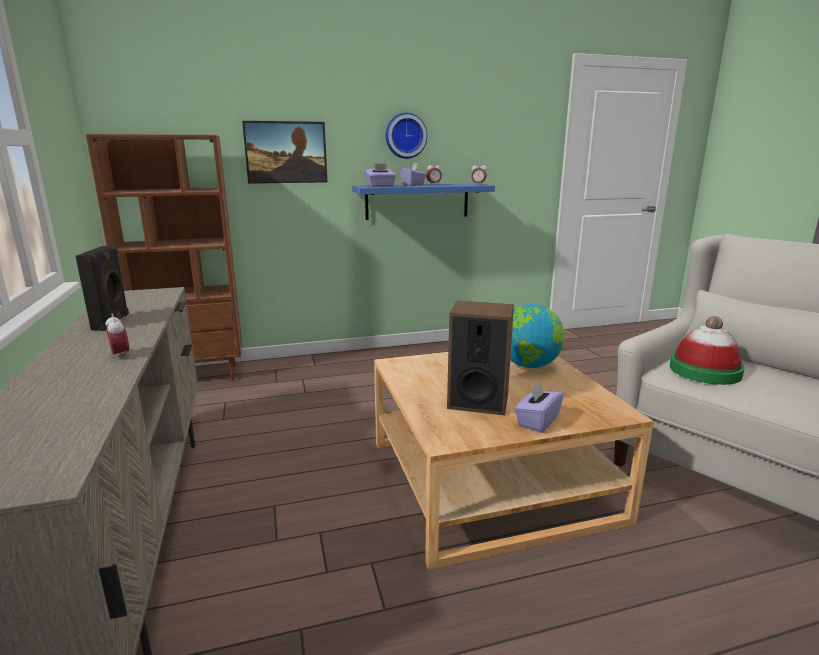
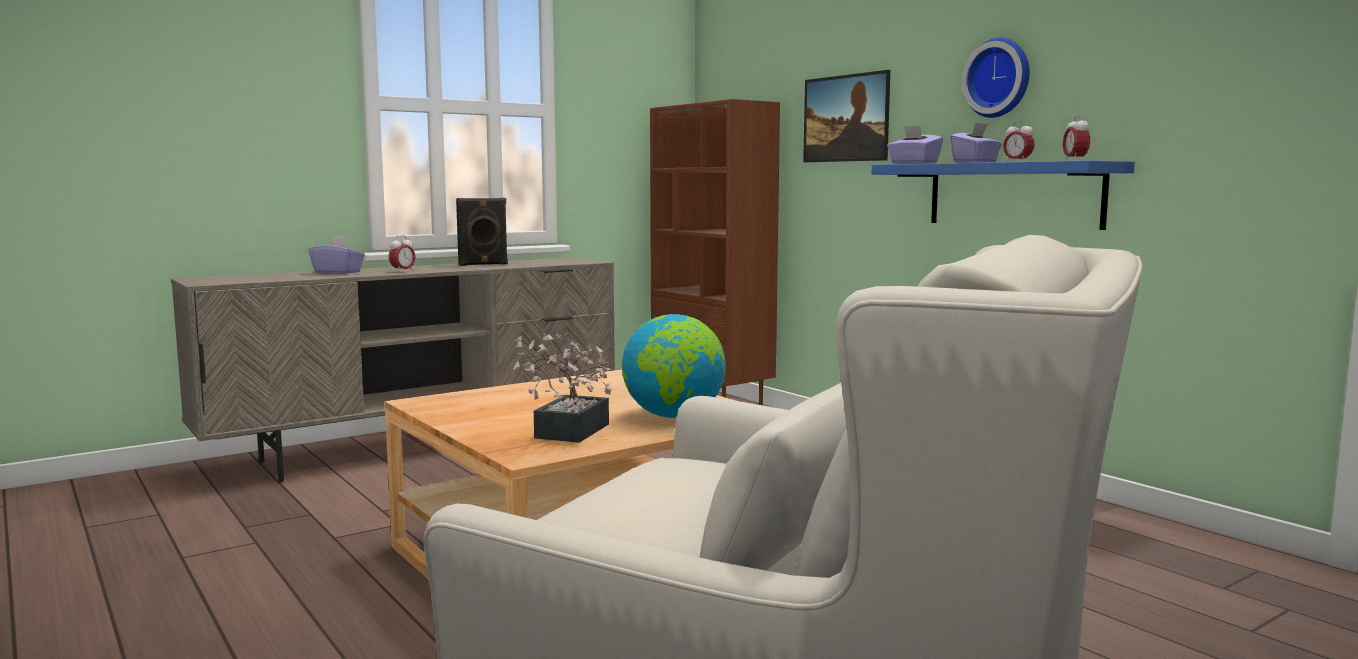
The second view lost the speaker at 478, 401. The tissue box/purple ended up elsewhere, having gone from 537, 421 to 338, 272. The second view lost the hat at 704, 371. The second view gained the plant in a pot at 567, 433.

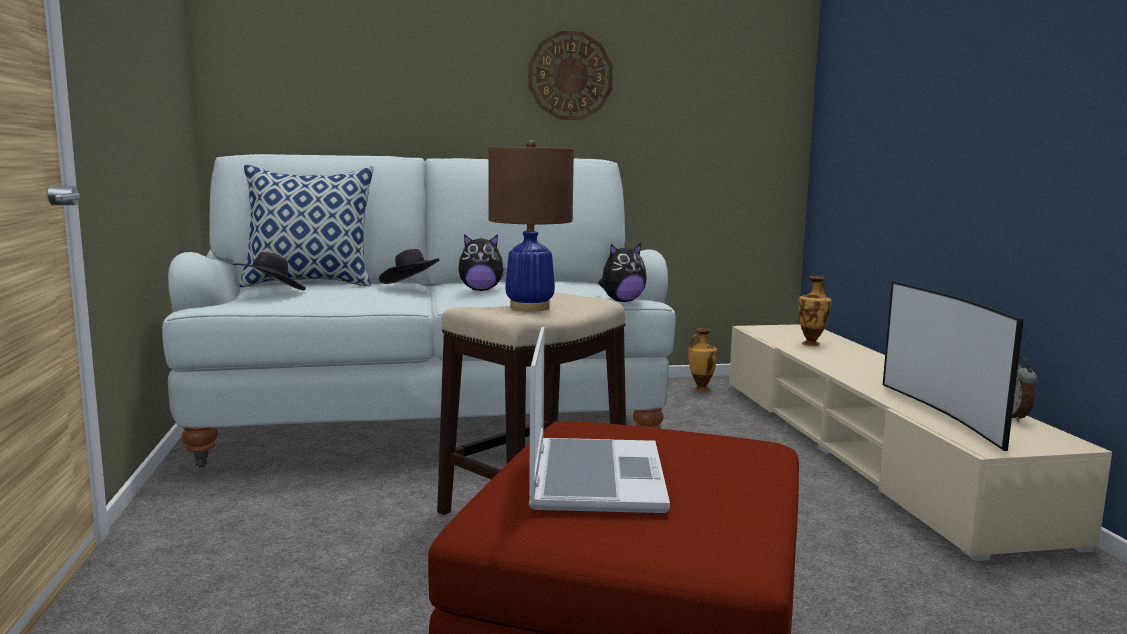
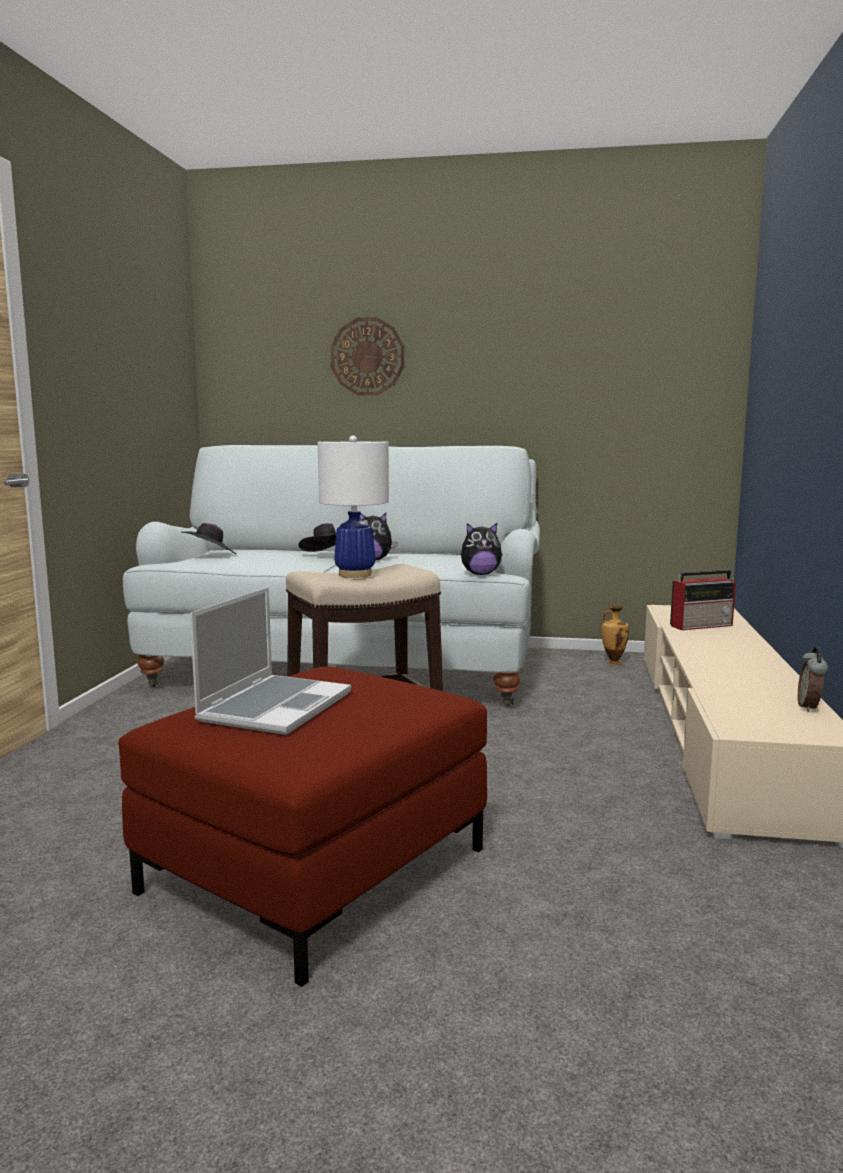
The second view lost the throw pillow at 310, 283. What was the tabletop lamp/brown-coloured at 530, 307 turned into the tabletop lamp/whitish at 355, 574. The clock on the wall ended up elsewhere, having gone from 570, 76 to 367, 356. Where the vase stood at 811, 344, the radio set came to stand at 702, 625. The second view lost the television at 945, 413.

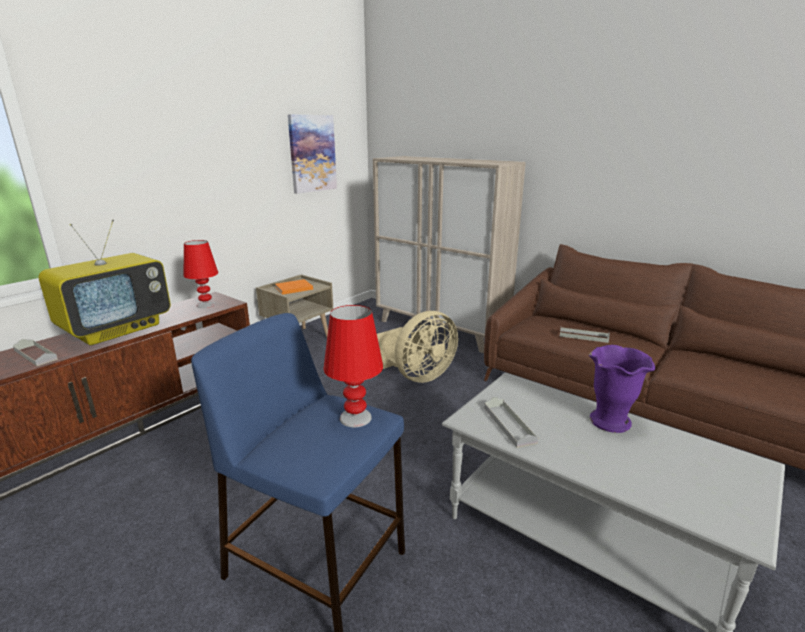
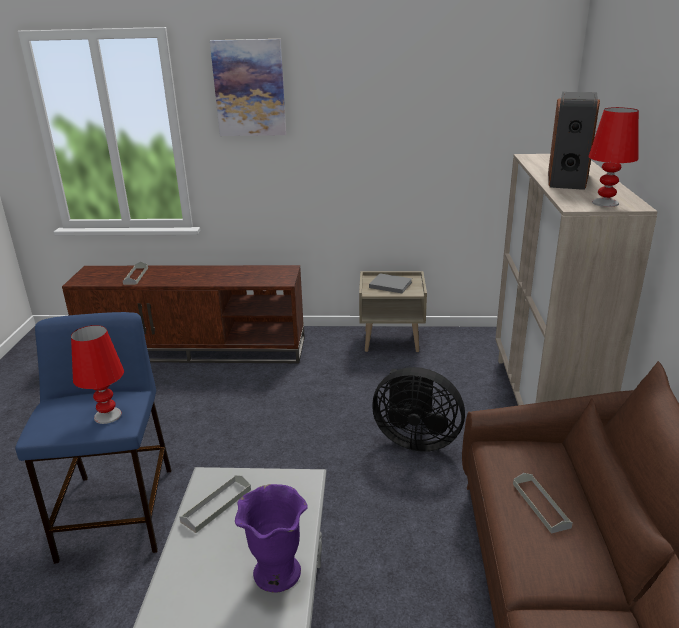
The second view lost the television at 117, 329. The tabletop lamp/red-coloured ended up elsewhere, having gone from 205, 305 to 605, 203. What was the volume/orange-coloured at 292, 288 turned into the volume/grey at 389, 284. The wall picture ended up elsewhere, having gone from 312, 153 to 249, 88. What was the electric fan/sand-coloured at 418, 376 turned into the electric fan/black-coloured at 415, 439. The second view gained the speaker at 567, 180.

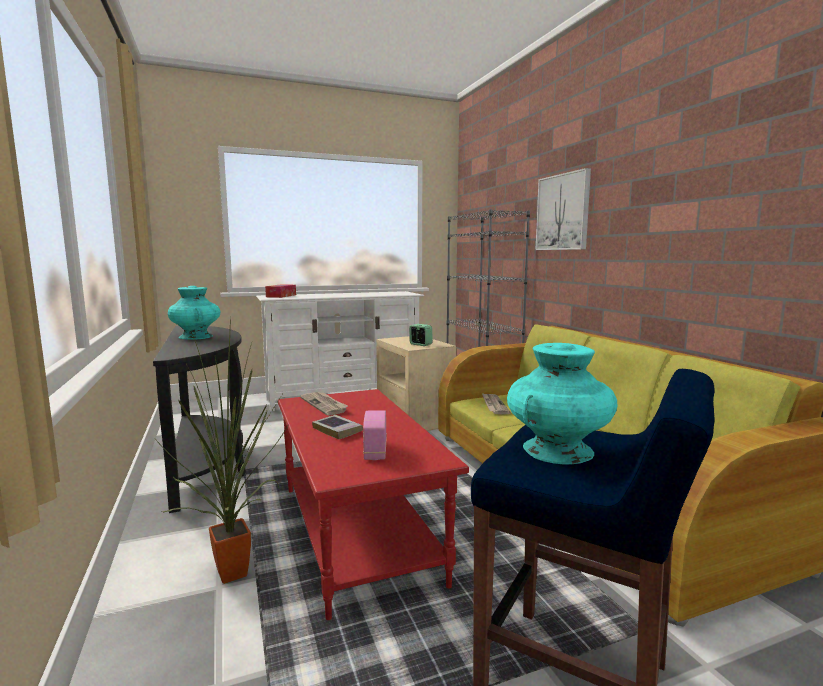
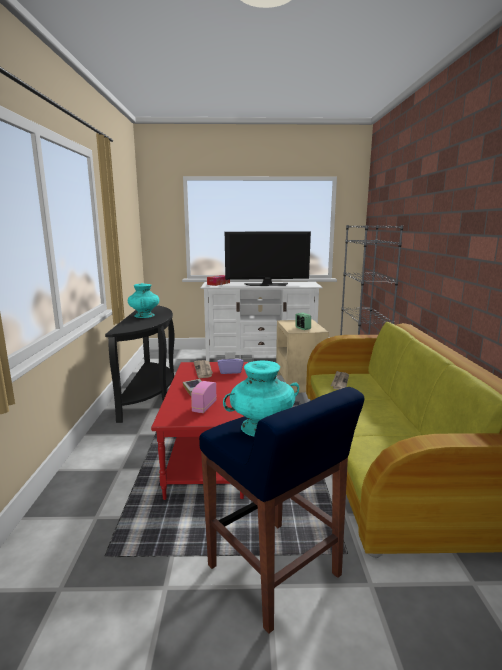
The second view lost the plant in a pot at 239, 572. The second view lost the wall picture at 563, 212. The second view gained the tissue box/purple at 230, 371. The second view gained the television at 267, 284.

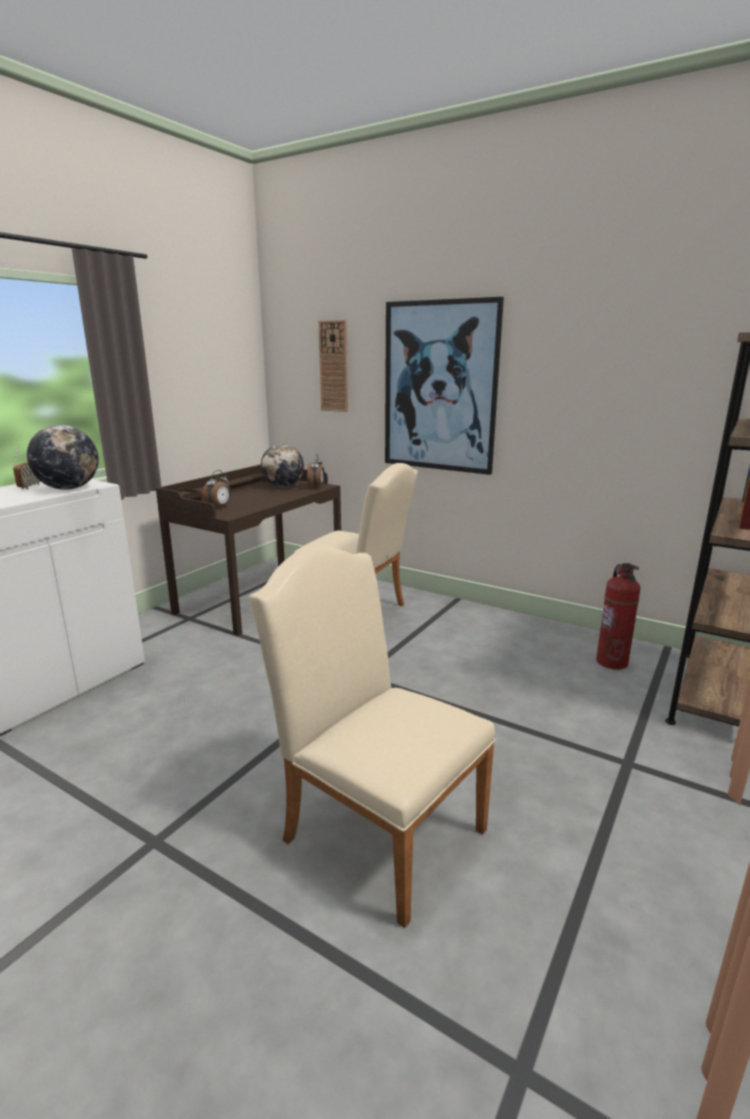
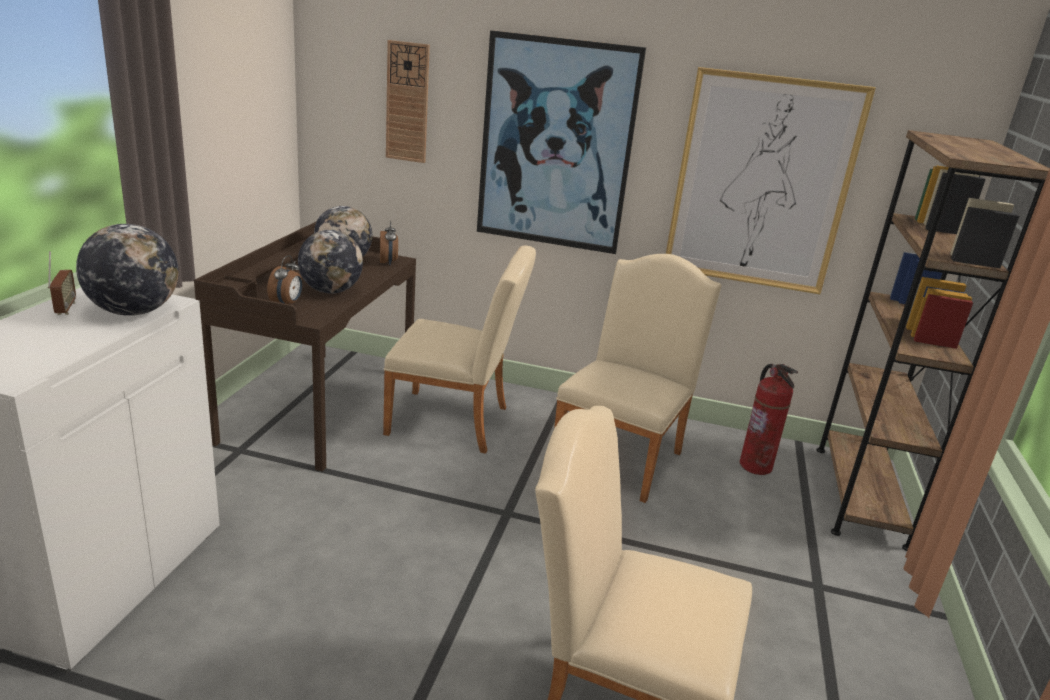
The second view gained the globe at 331, 291. The second view gained the chair/sand-coloured at 622, 455. The second view gained the wall picture at 761, 183.

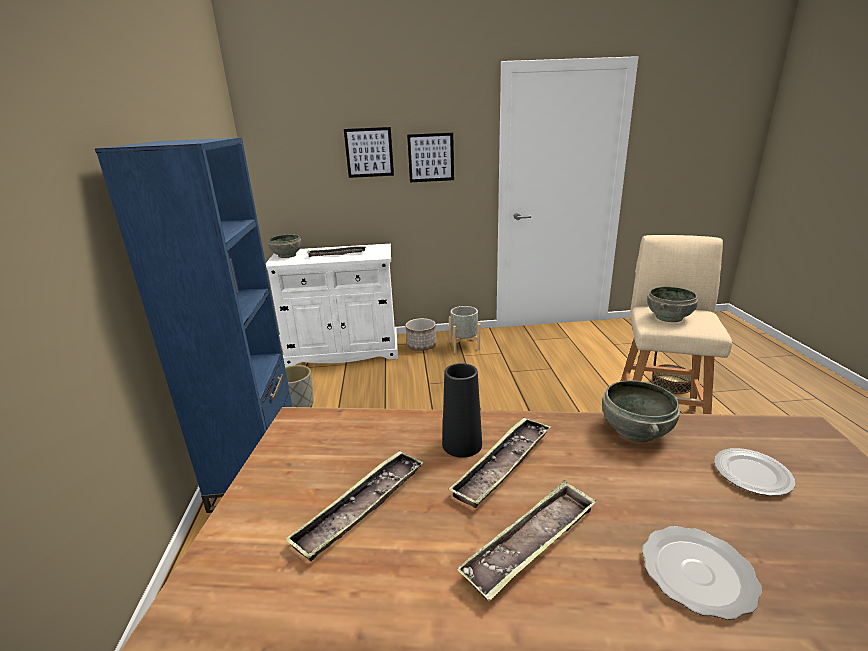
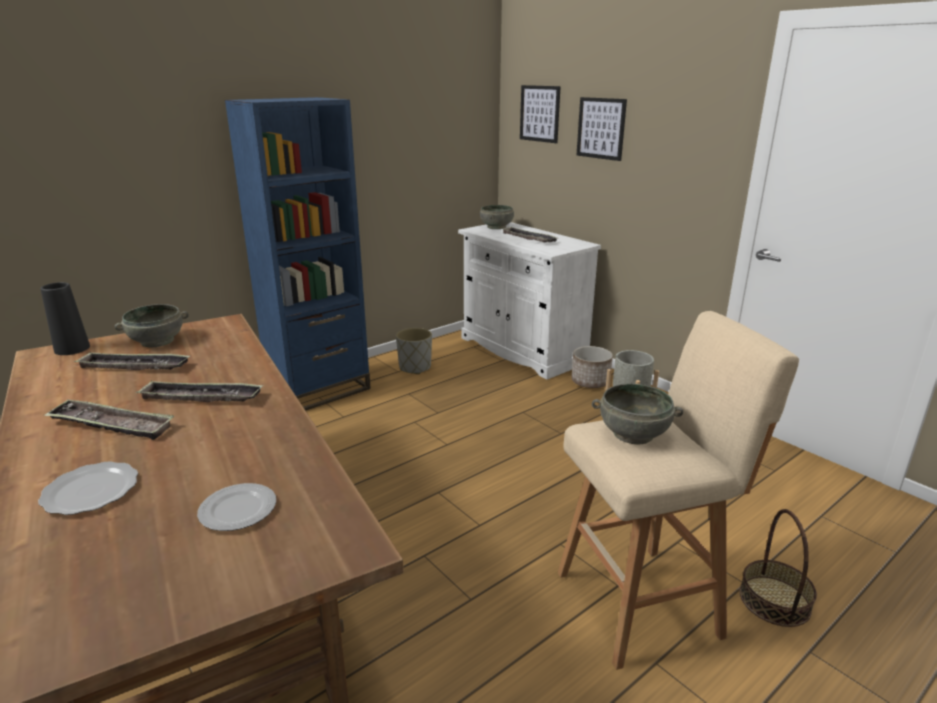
The wall picture ended up elsewhere, having gone from 431, 157 to 539, 113. The vase/black-coloured ended up elsewhere, having gone from 462, 444 to 72, 349. The serving bowl/grey ended up elsewhere, having gone from 634, 430 to 157, 341.

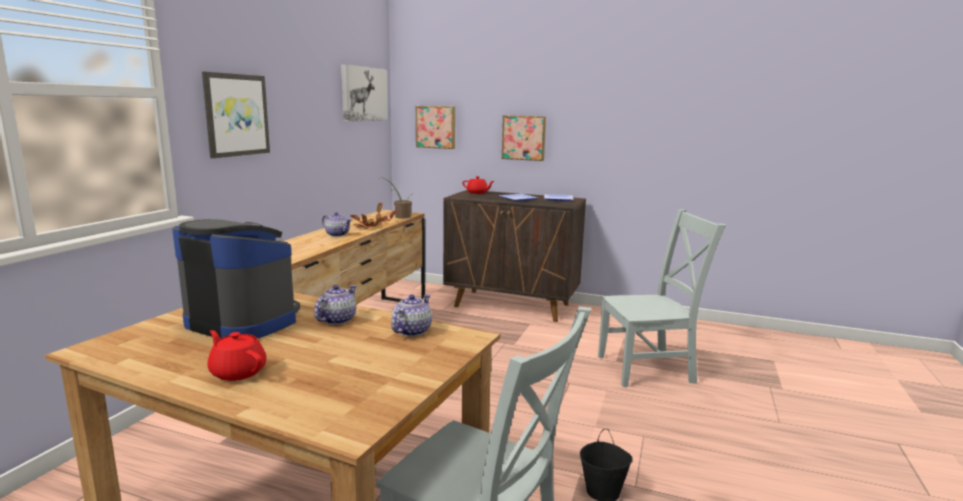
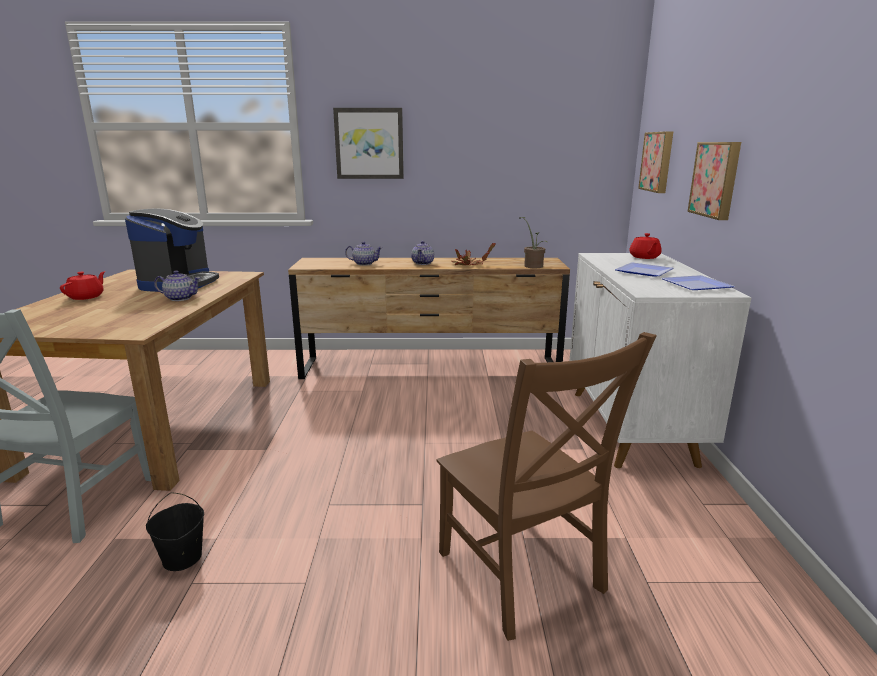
The second view lost the wall picture at 363, 94. The pot for tea ended up elsewhere, having gone from 411, 331 to 364, 264. What was the cupboard/brown-coloured at 512, 305 turned into the cupboard/whitish at 631, 427. What was the chair/grey at 649, 369 turned into the chair/brown-coloured at 523, 576.

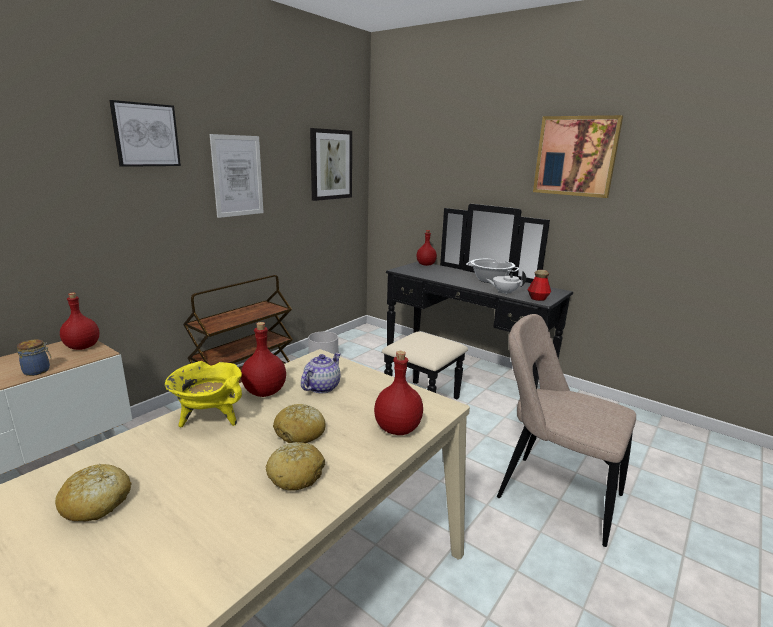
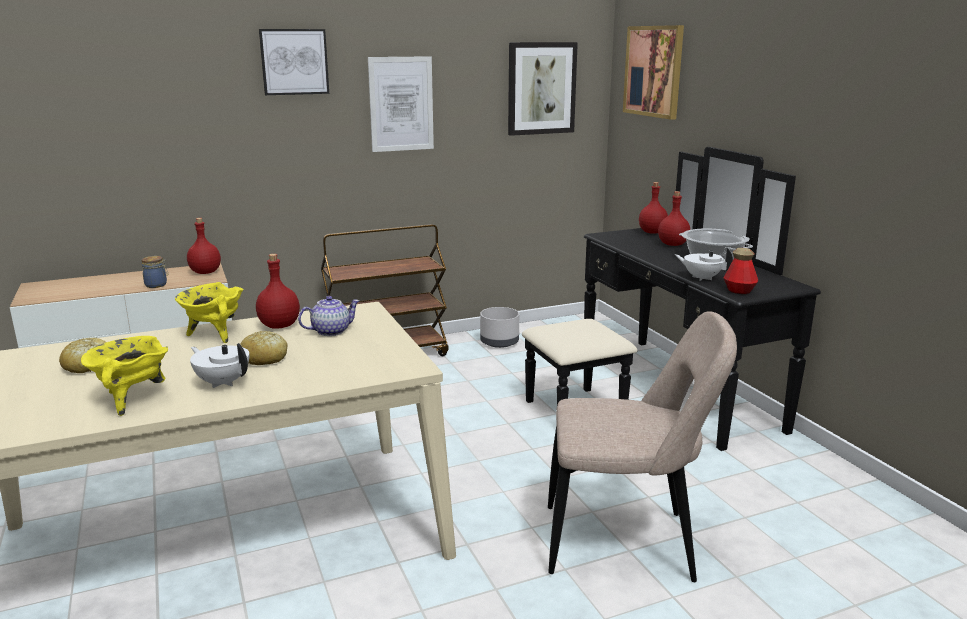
Where the baked bread stood at 296, 475, the pot for tea/whitish came to stand at 223, 382. The bottle/red-coloured ended up elsewhere, having gone from 397, 428 to 672, 244. The chair/sand-coloured at 553, 494 ended up facing another way, 120 degrees clockwise from before. The wall picture ended up elsewhere, having gone from 575, 156 to 653, 71. The second view gained the cooking pot/yellowish at 132, 400.

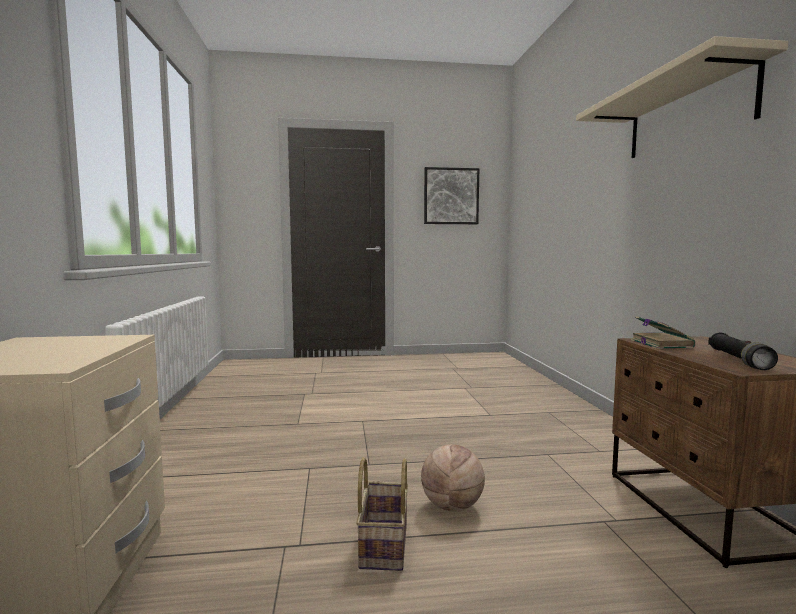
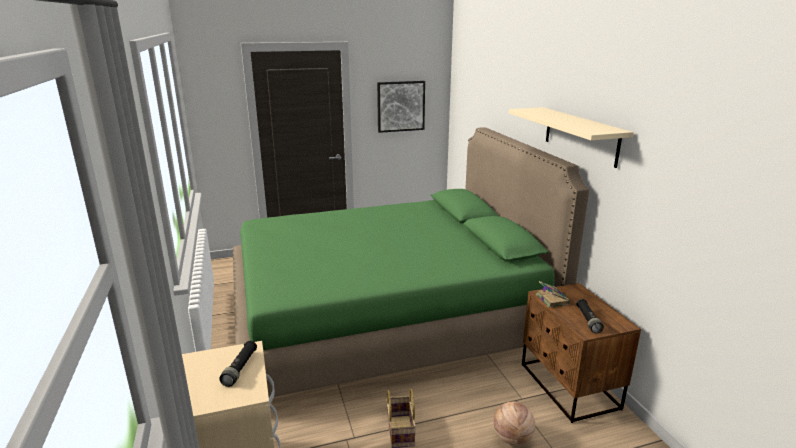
The basketball ball ended up elsewhere, having gone from 452, 506 to 512, 438. The second view gained the hand torch/black-coloured at 240, 368. The second view gained the bedroom bed/green at 386, 319.

